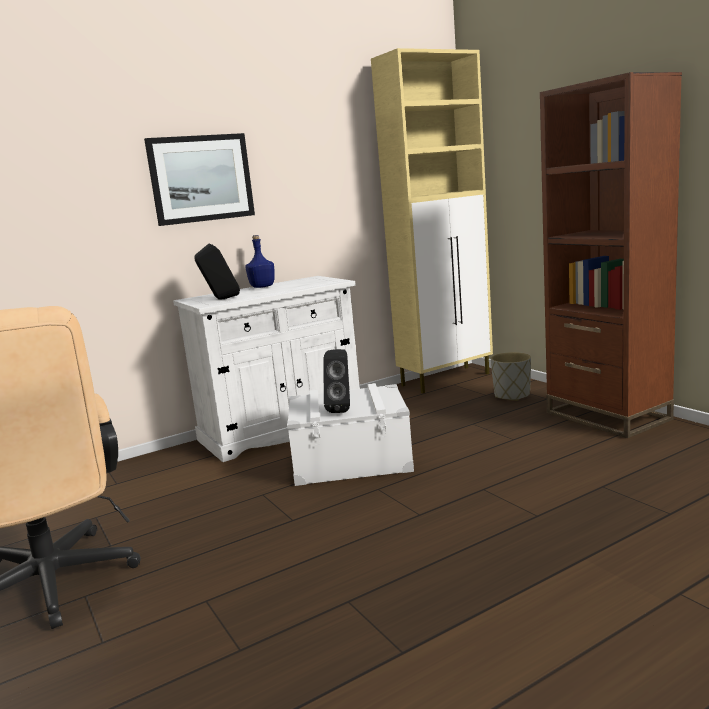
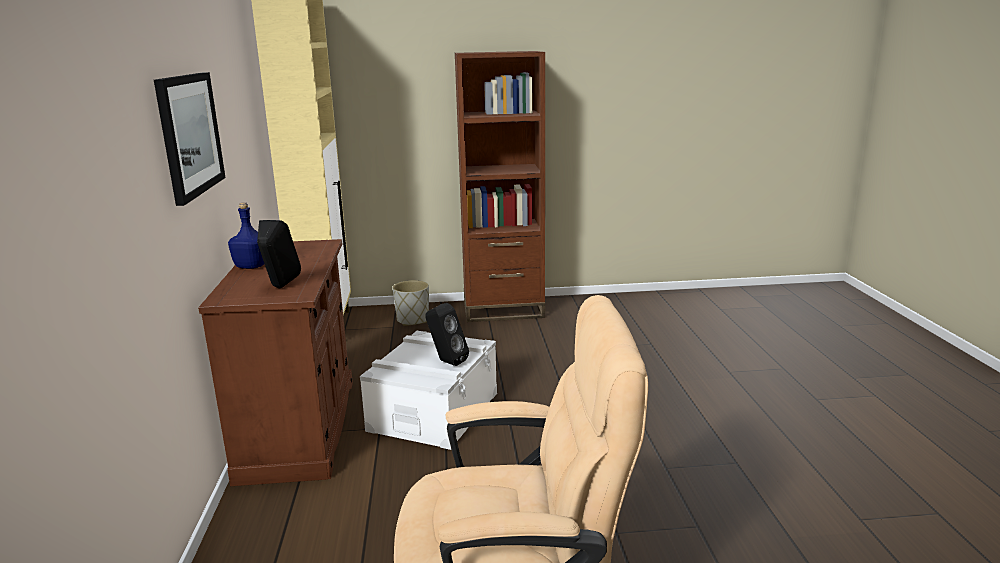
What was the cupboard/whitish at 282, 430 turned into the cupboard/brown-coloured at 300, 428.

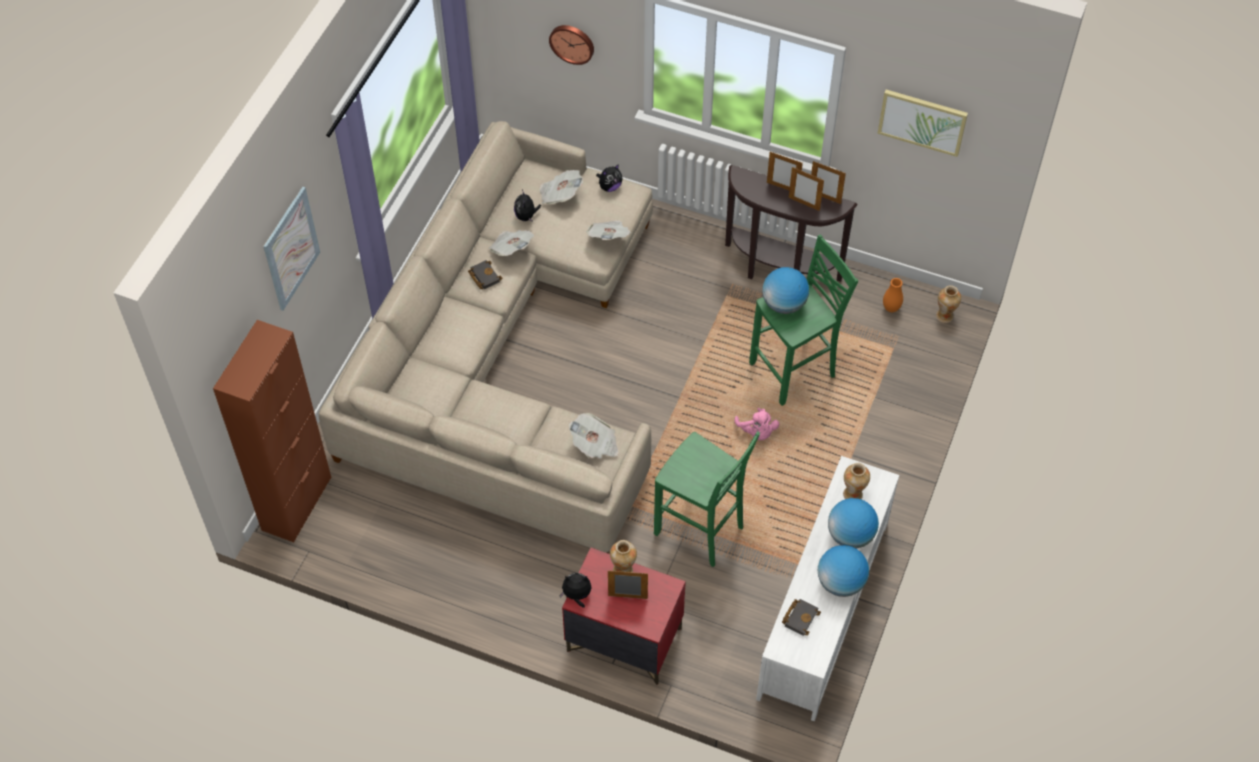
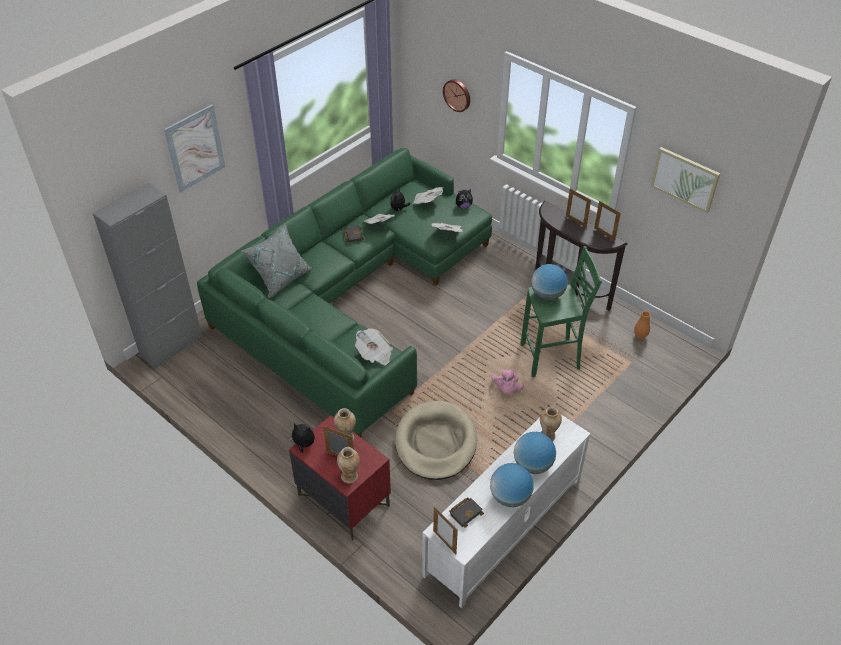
What was the cupboard/brown-coloured at 296, 503 turned into the cupboard/grey at 171, 346. What was the settee/sand-coloured at 503, 358 turned into the settee/green at 352, 297. Where the stool seat/green stood at 701, 531, the dog bed/sand-coloured came to stand at 435, 443. The picture frame ended up elsewhere, having gone from 804, 204 to 444, 542. The vase ended up elsewhere, having gone from 944, 316 to 349, 476. The second view gained the throw pillow/grey at 280, 278.

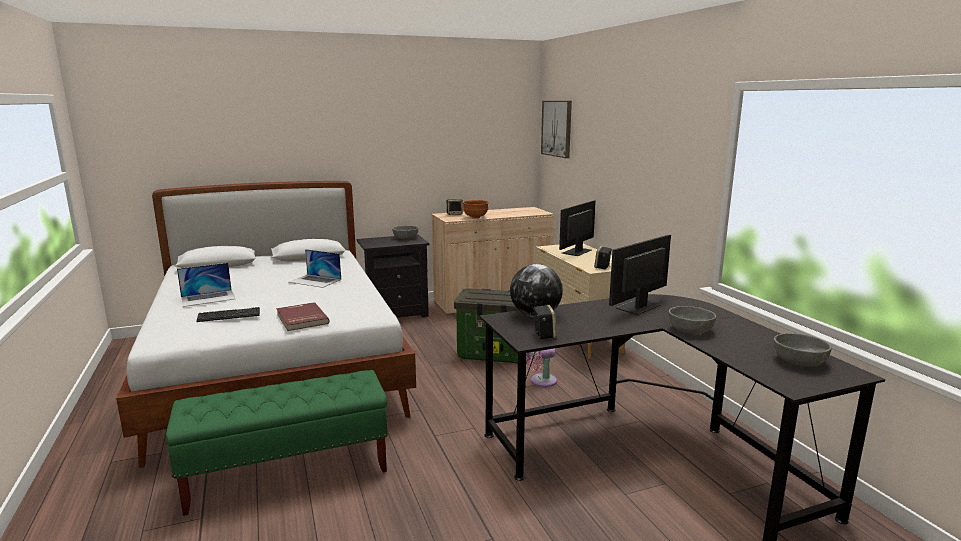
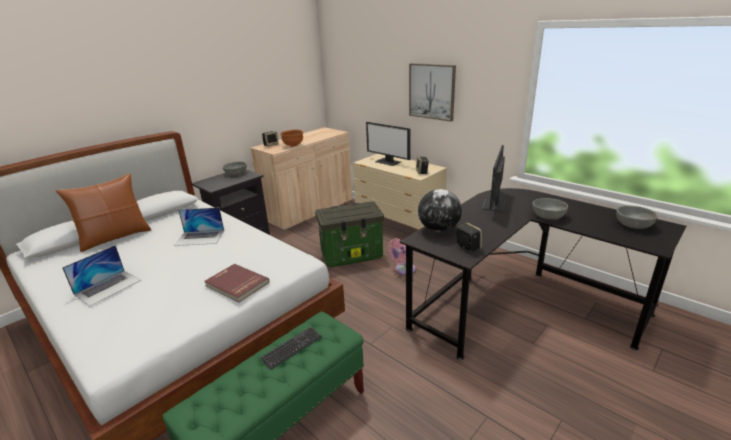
The computer keyboard ended up elsewhere, having gone from 229, 316 to 292, 348. The wall picture ended up elsewhere, having gone from 557, 128 to 432, 91. The computer display at 577, 252 ended up facing another way, 60 degrees counterclockwise from before. The second view gained the throw pillow/brown-coloured at 115, 237.

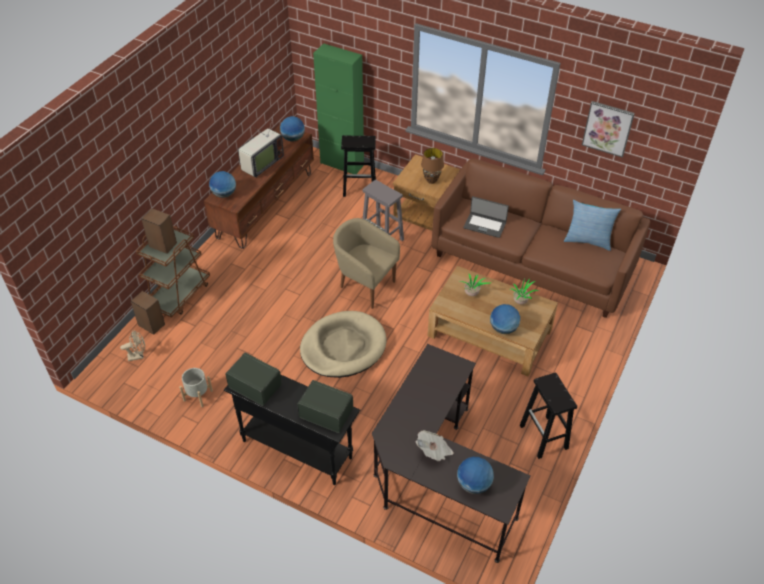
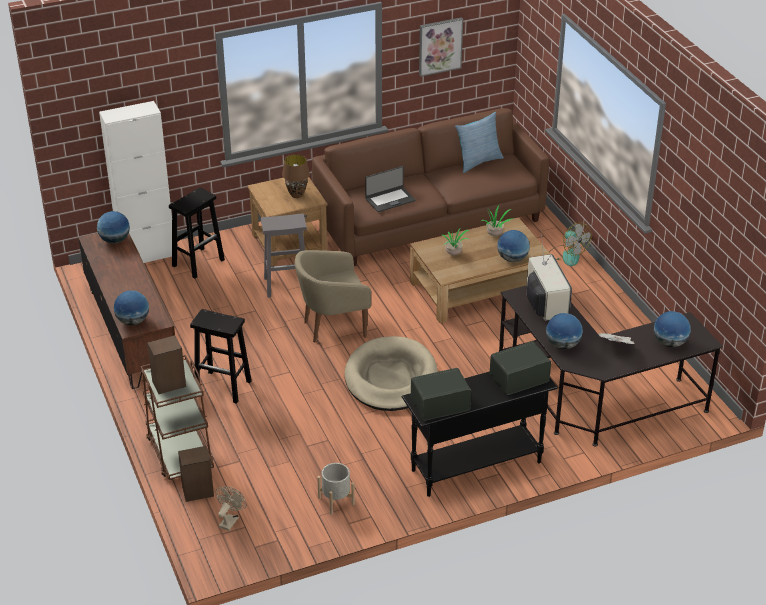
The television ended up elsewhere, having gone from 260, 164 to 544, 305. What was the cupboard/green at 342, 164 turned into the cupboard/whitish at 147, 255. The stool seat/black-coloured ended up elsewhere, having gone from 544, 437 to 224, 387. The second view gained the globe at 563, 345. The second view gained the electric fan at 567, 255.

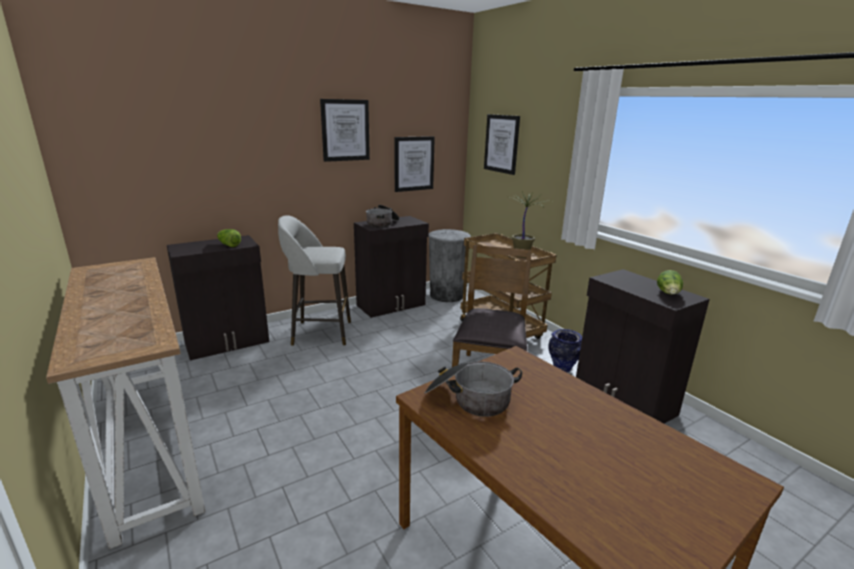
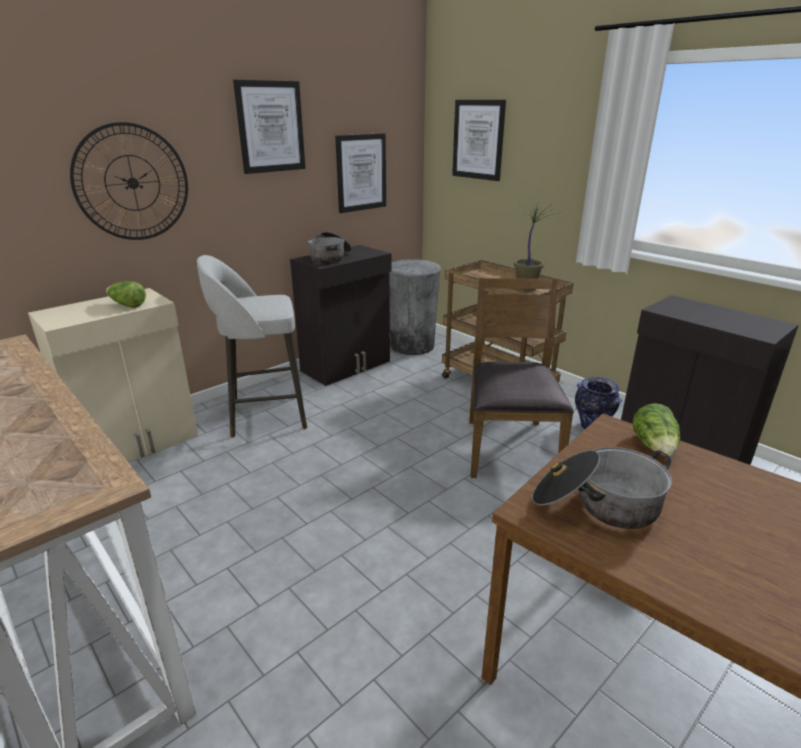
What was the cupboard/black-coloured at 228, 342 turned into the cupboard/sand-coloured at 138, 444. The lettuce head ended up elsewhere, having gone from 668, 294 to 654, 447. The second view gained the clock on the wall at 132, 183.

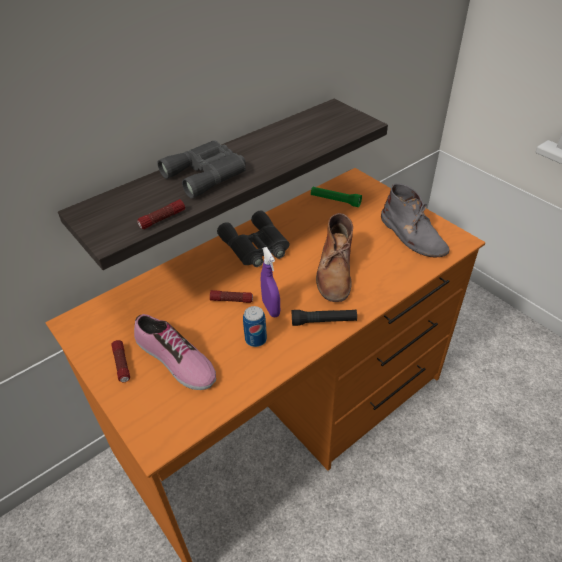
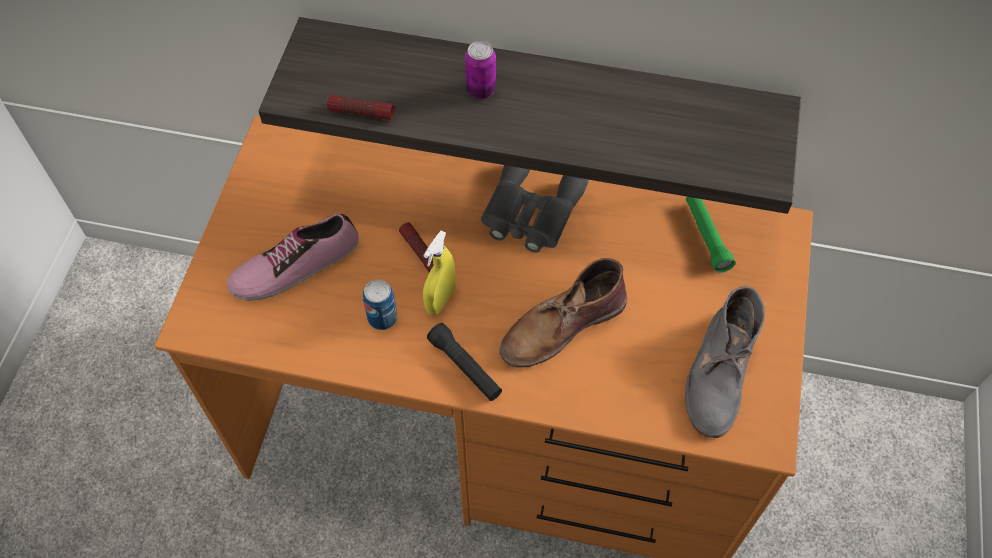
The second view lost the hand torch at 122, 364. The shoe at 175, 360 ended up facing another way, 60 degrees clockwise from before. Where the binoculars/grey stood at 208, 173, the metal can came to stand at 481, 90. What was the sprayer/purple at 271, 308 turned into the sprayer/yellowish at 440, 300.

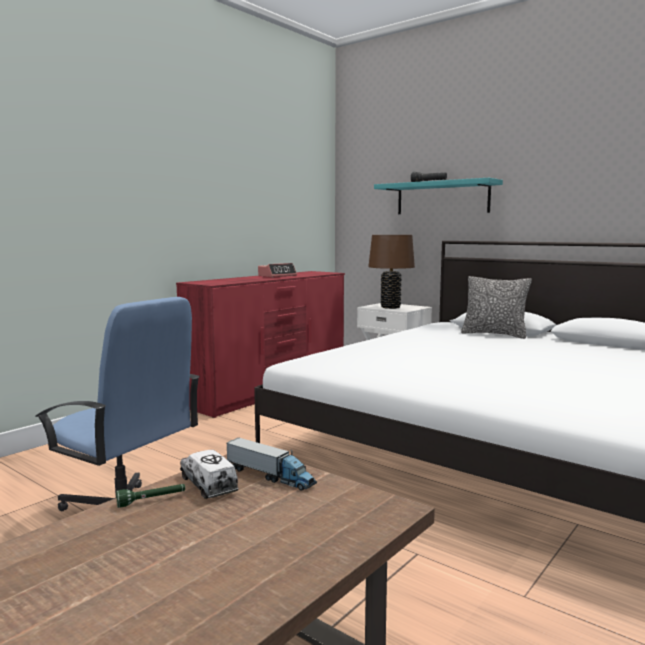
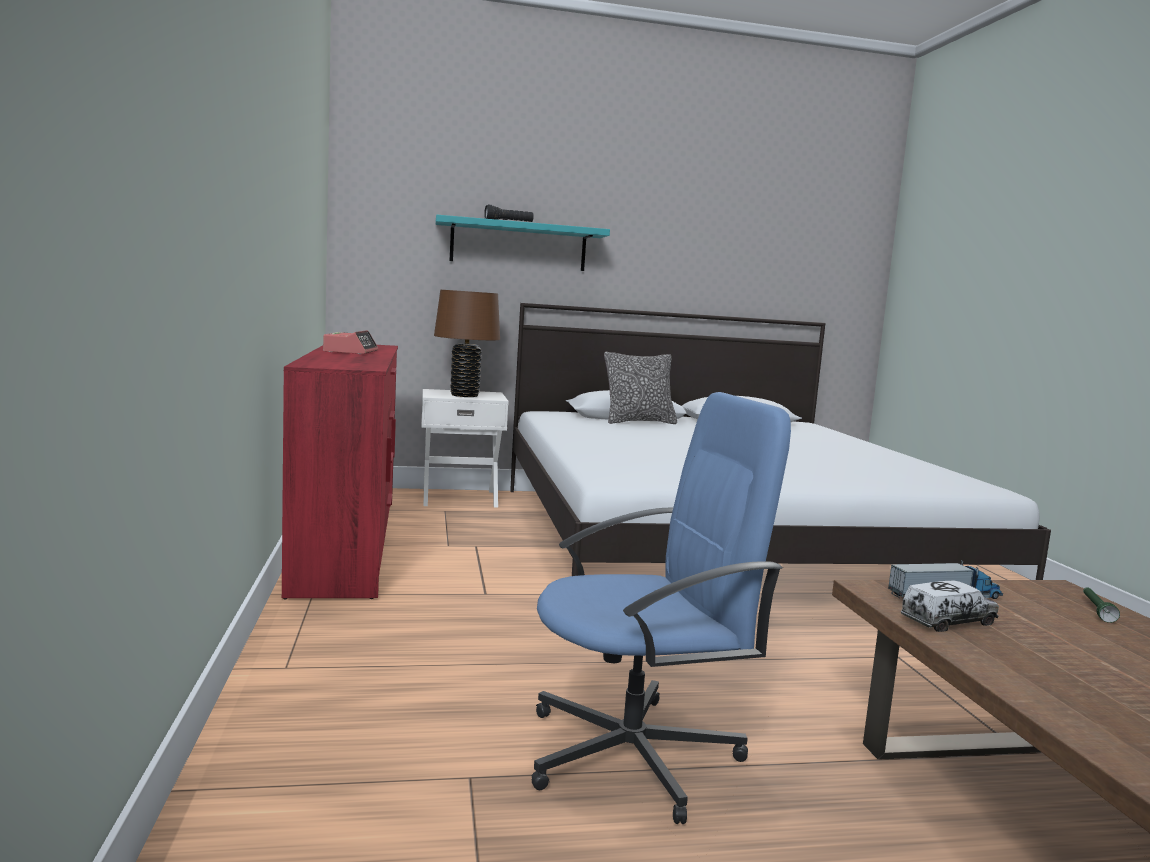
The hand torch/green ended up elsewhere, having gone from 152, 500 to 1096, 610. The model truck at 208, 484 ended up facing another way, 150 degrees clockwise from before.

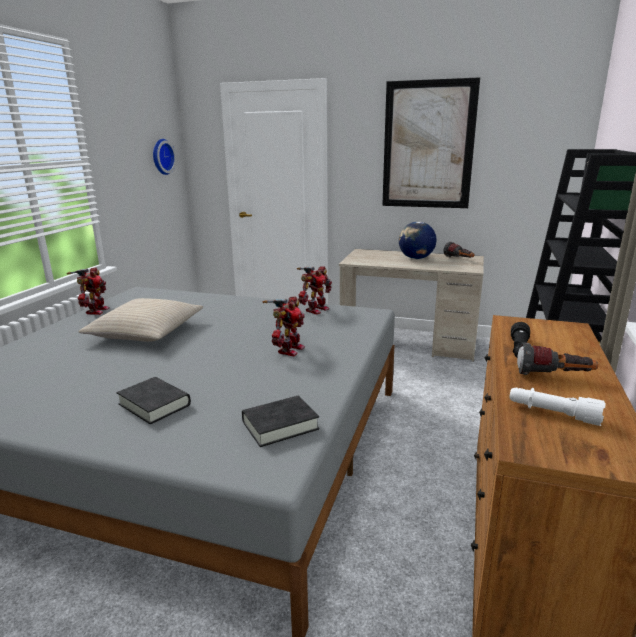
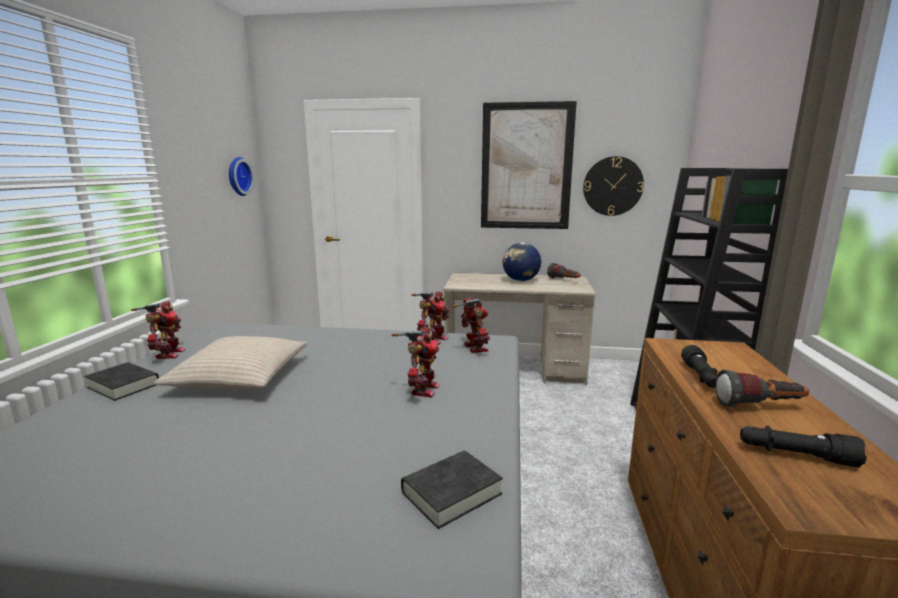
The volume/black-coloured ended up elsewhere, having gone from 154, 404 to 123, 385. What was the hand torch/whitish at 553, 413 turned into the hand torch/black-coloured at 795, 455. The second view gained the model robot at 473, 348. The second view gained the clock on the wall at 612, 186.

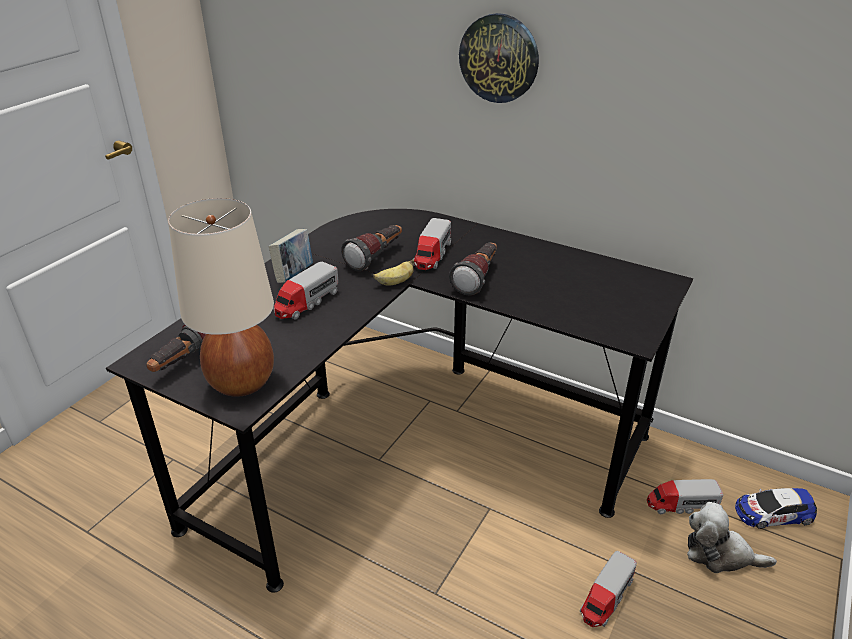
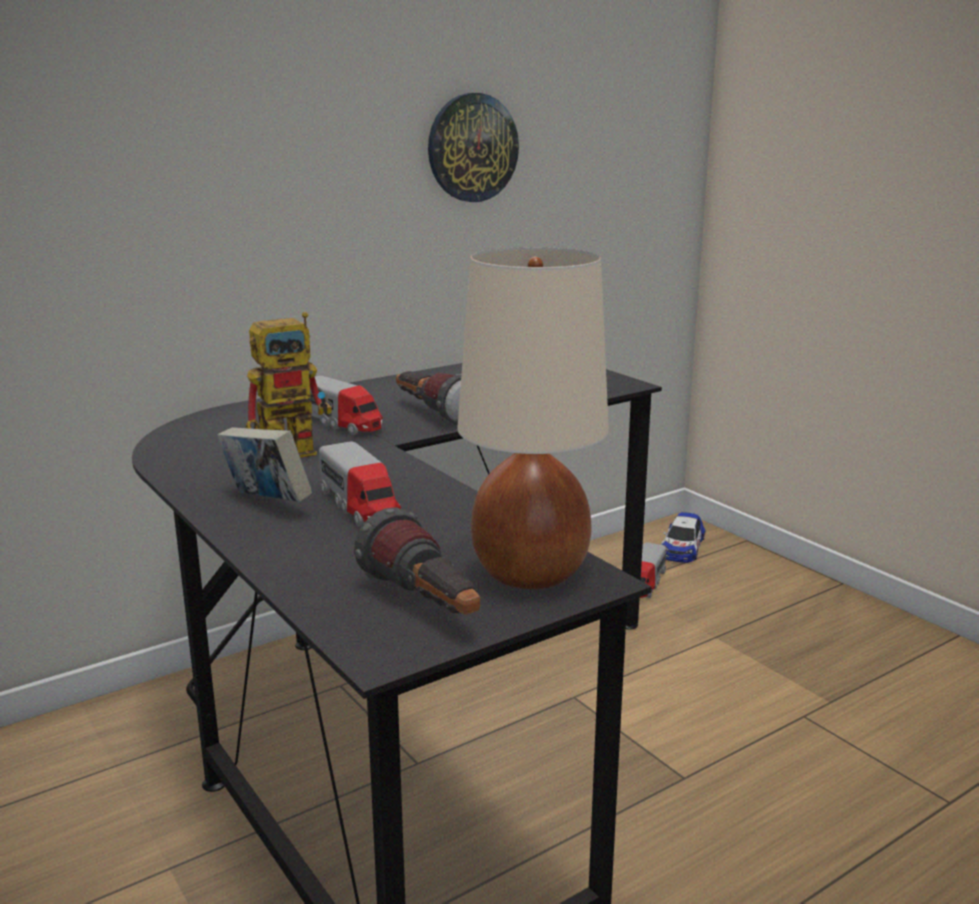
Where the hand torch stood at 377, 257, the model robot came to stand at 298, 450. The second view lost the banana at 395, 282. The clock on the wall ended up elsewhere, having gone from 499, 58 to 472, 148. The second view lost the model truck at 606, 598. The second view lost the soft toy at 720, 554.

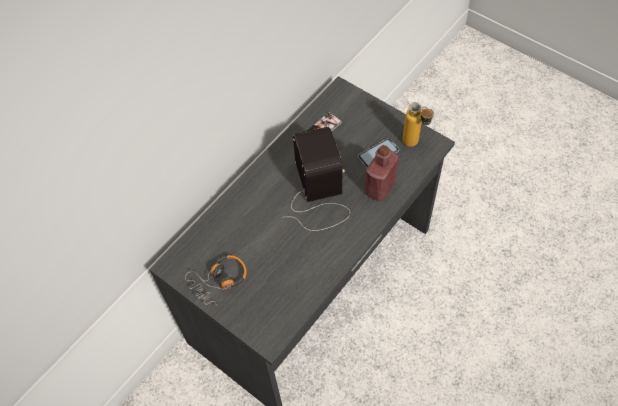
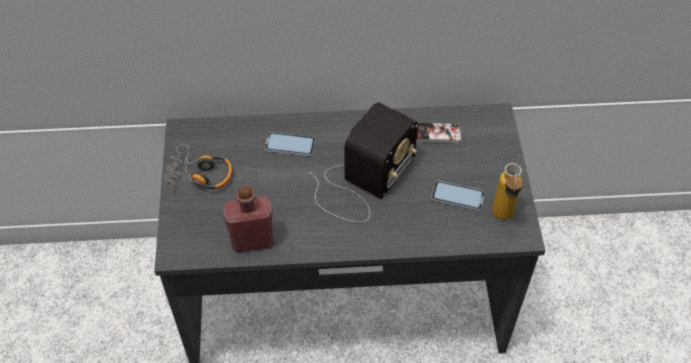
The bottle/red-coloured ended up elsewhere, having gone from 380, 188 to 252, 240. The second view gained the telephone at 290, 145.

